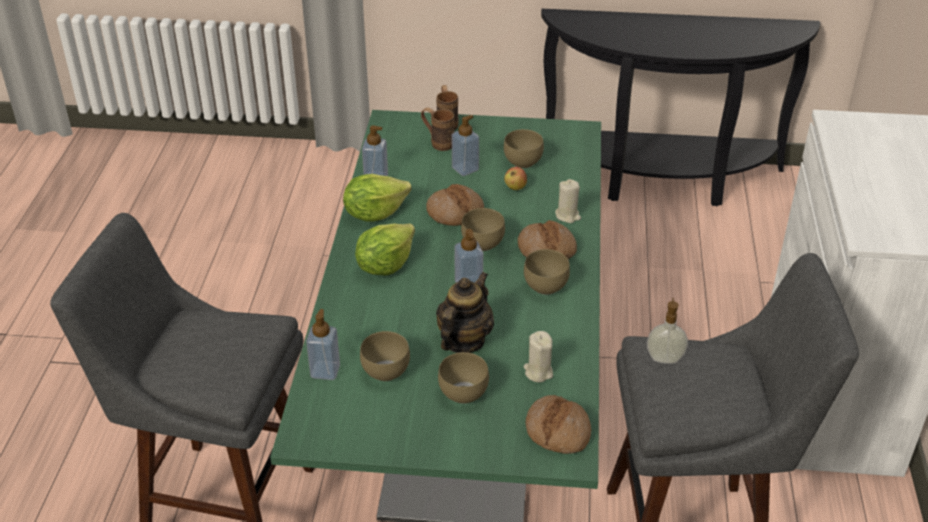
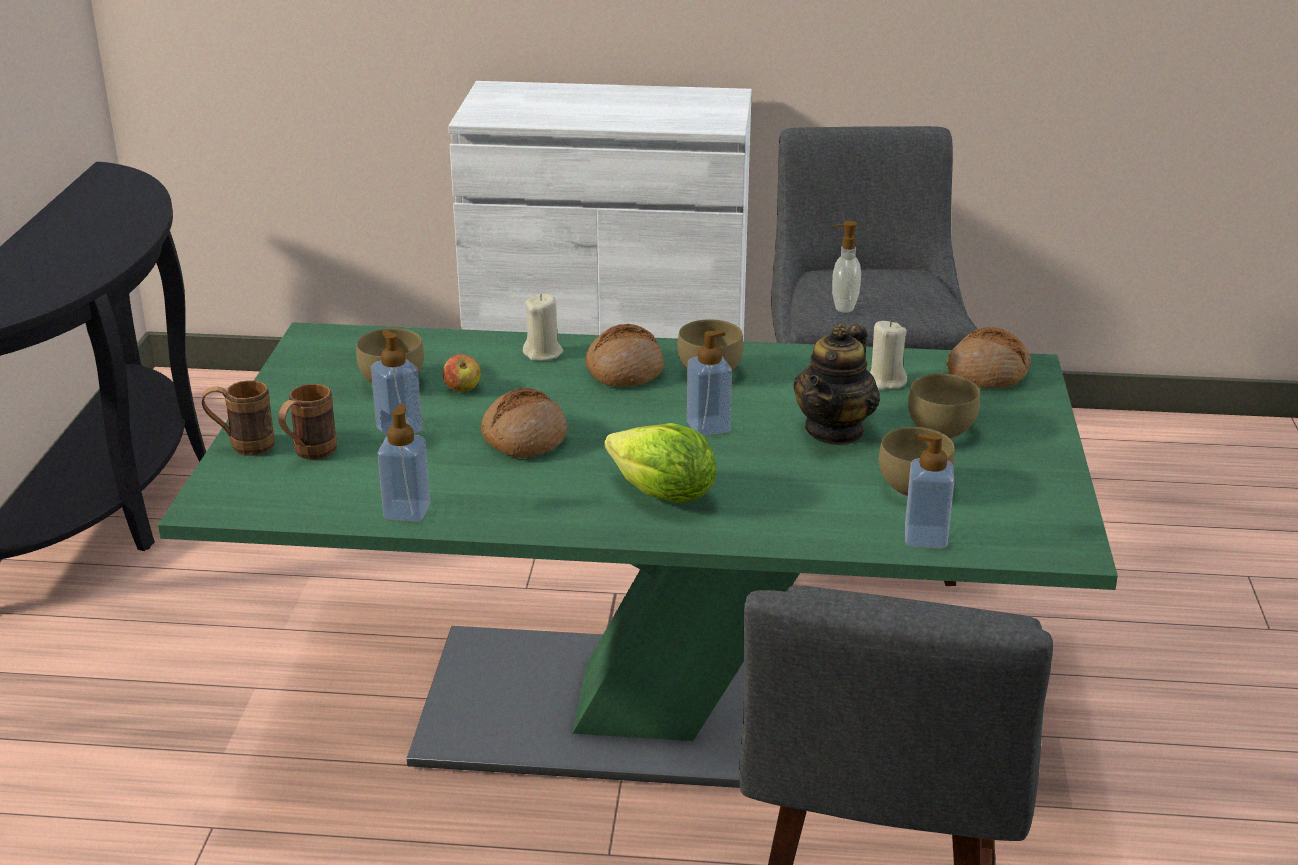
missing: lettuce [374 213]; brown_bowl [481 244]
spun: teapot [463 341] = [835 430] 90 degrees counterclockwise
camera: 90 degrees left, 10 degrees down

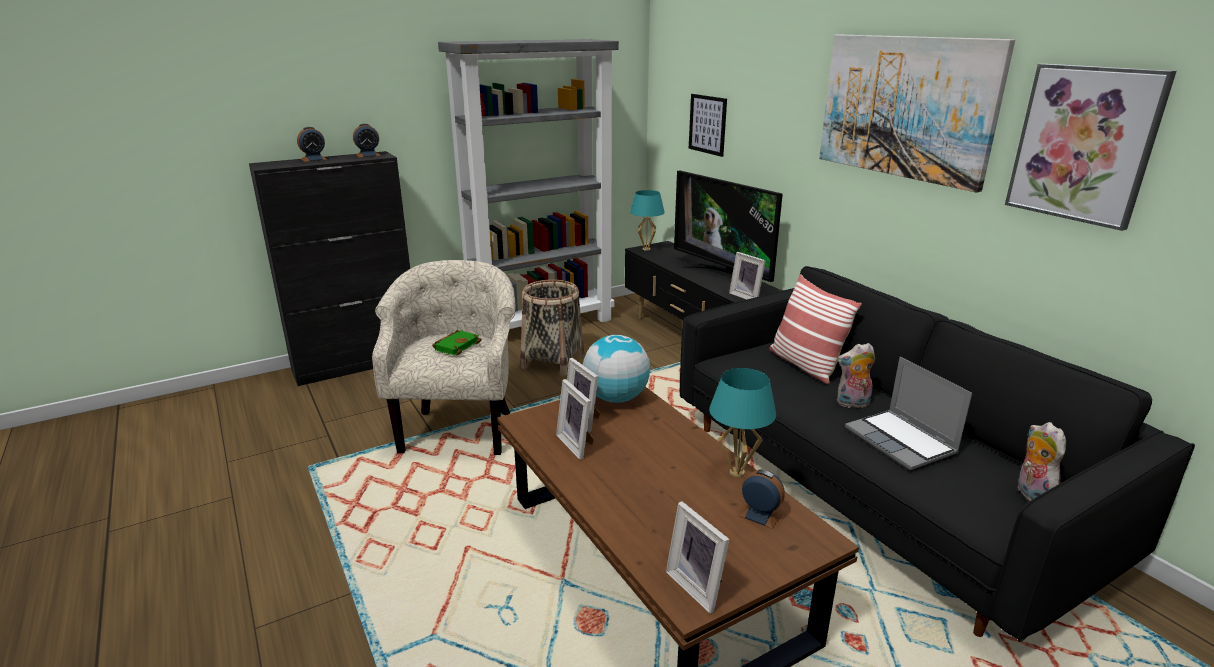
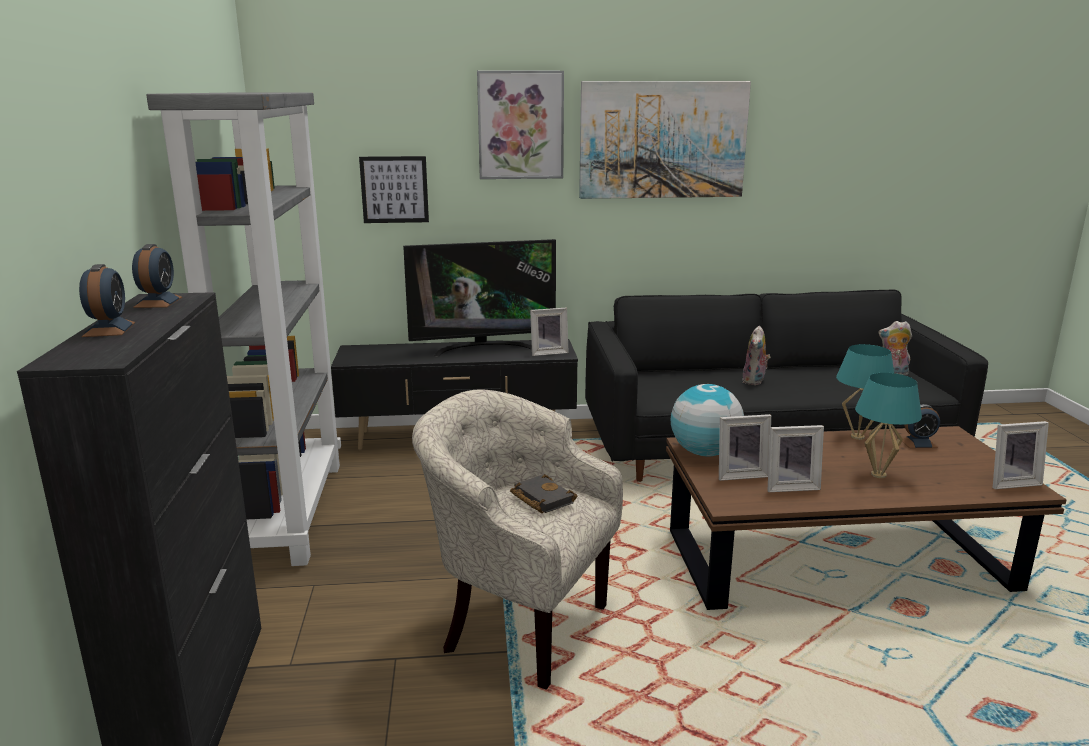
missing: basket [553 361]; pillow [805 365]; laptop [902 441]
relocated: picture [1084 144] to [520 125]; turquoise_table_lamp [646 249] to [878 475]
colour: green_book [456 345] to black_book [540 498]
spun: alarm_clock [760 514] = [918 443] 150 degrees counterclockwise
camera: 65 degrees left, 5 degrees down

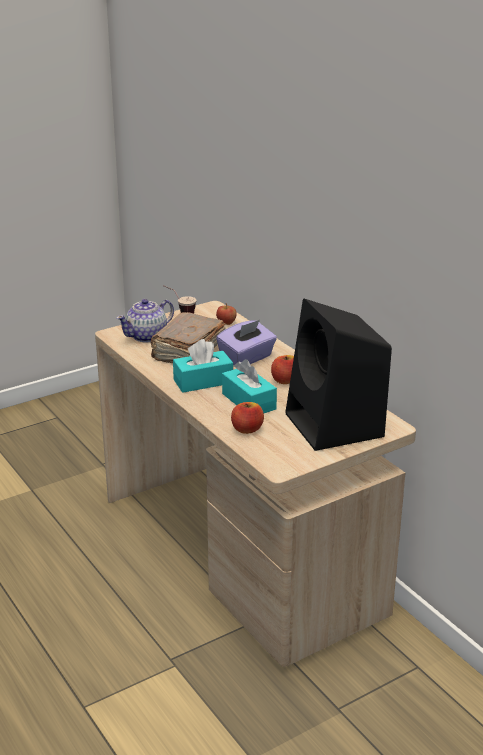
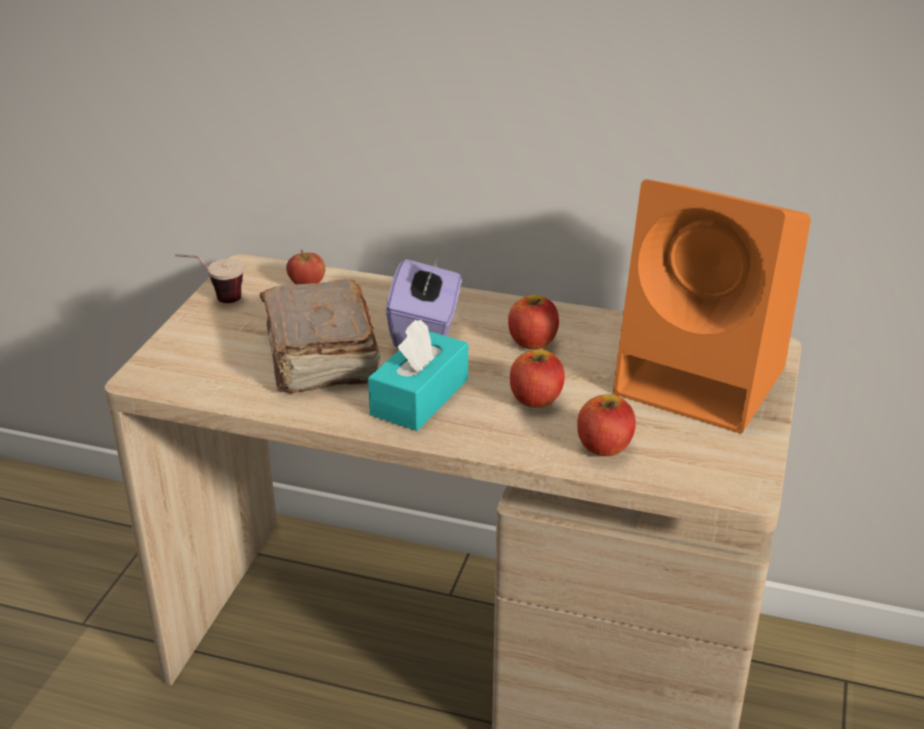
missing: teapot [147 336]
exchanged: turquoise_tissue_box [249 401] to apple [536 399]
colour: black_speaker [336 426] to orange_speaker [705 381]
camera: 40 degrees left, 5 degrees up

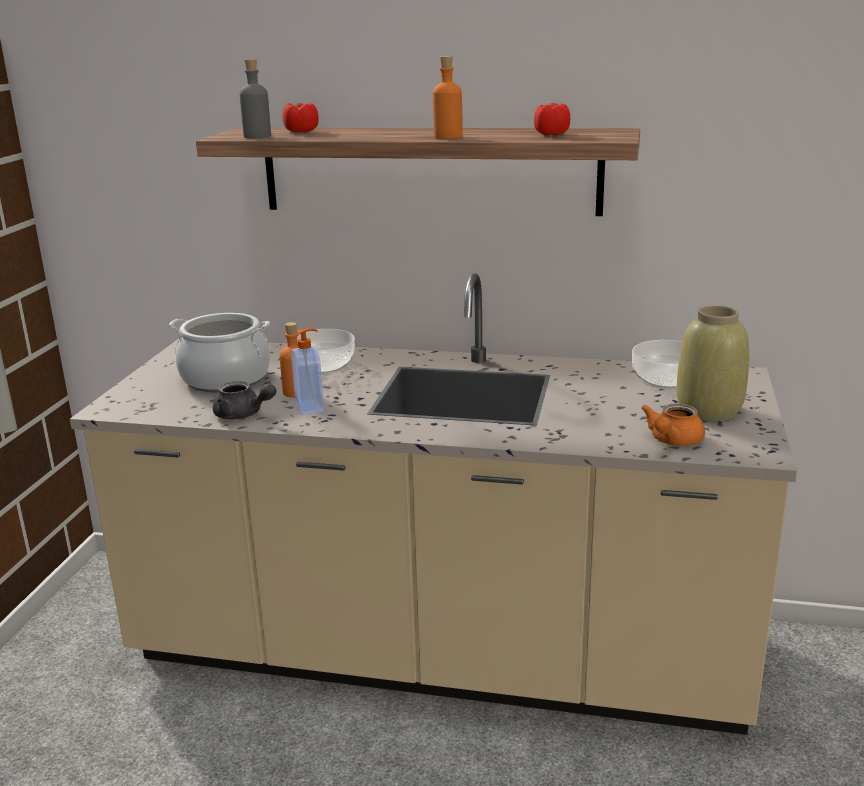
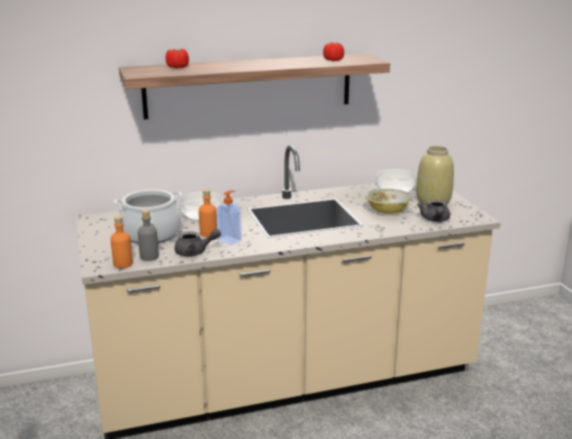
appeared: bowl [387 211]
relocated: orange_bottle [448 137] to [123 264]; grey_bottle [257 136] to [149 257]
colour: orange_teapot [672 441] to grey_teapot [435 220]
camera: 30 degrees left, 0 degrees up

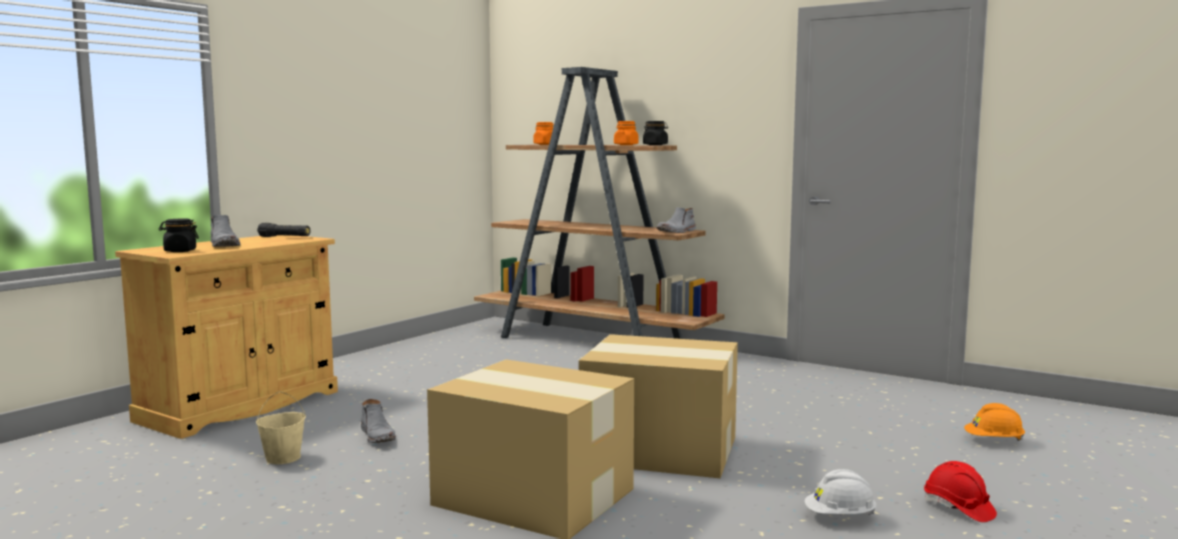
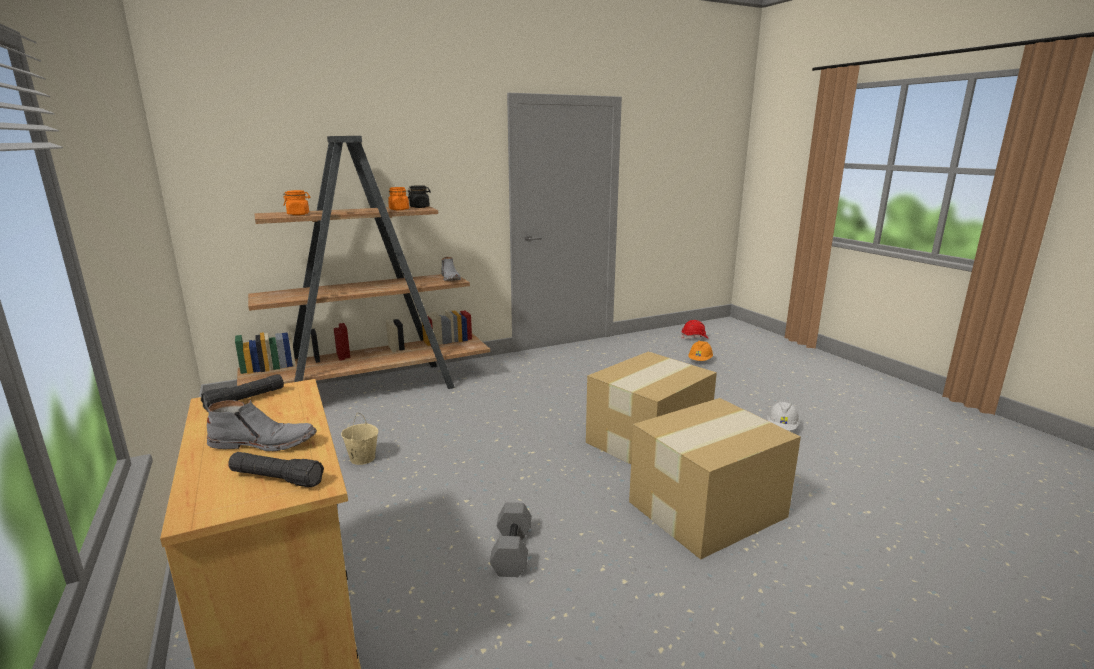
relocated: beige_bucket [283 458] to [362 458]; red_hard_hat [958 509] to [694 337]
exchanged: black_jar [180 251] to black_flashlight [276 479]; grey_boot [378 436] to grey_dumbbell [511 551]
camera: 60 degrees left, 10 degrees up

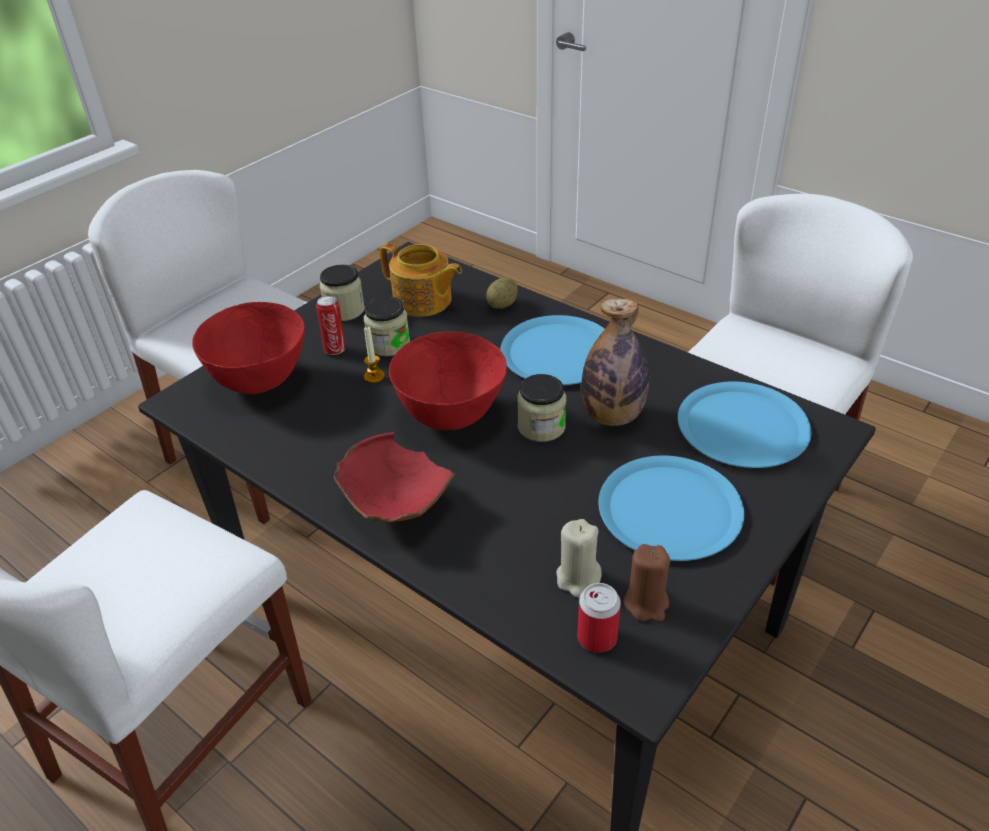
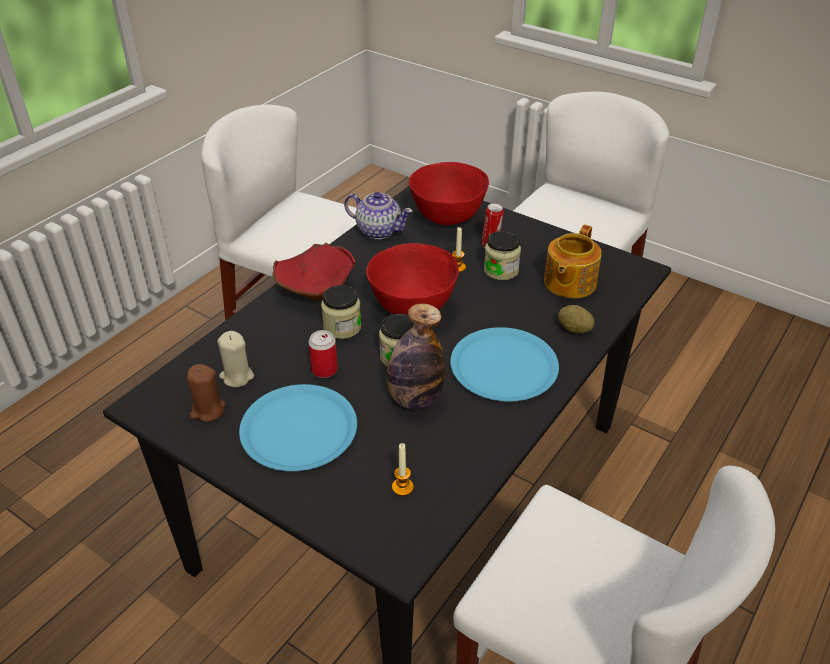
appeared: teapot [378 230]
relocated: can [597 637] to [324 370]; jar [344 310] to [342 327]
exchanged: blue_plate [742 426] to candle [402 487]
camera: 85 degrees right, 0 degrees up

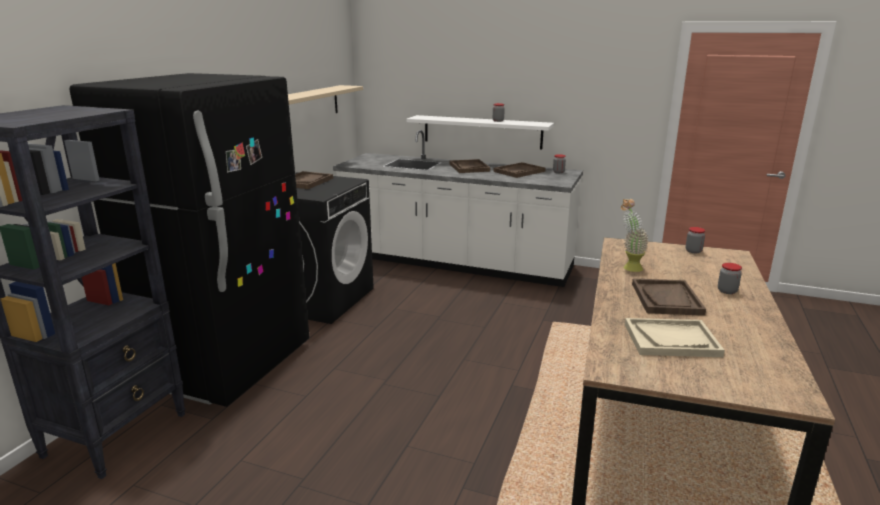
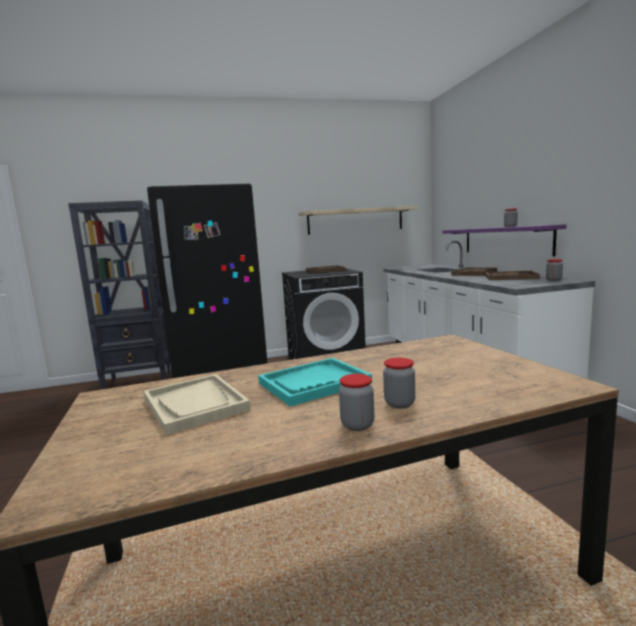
missing: potted_plant [628 267]
relocated: jar [693 251] to [357 425]
colour: brown_tray [666 299] to turquoise_tray [314 383]; white_shelf [482 132] to purple_shelf [505 240]
camera: 55 degrees right, 10 degrees down

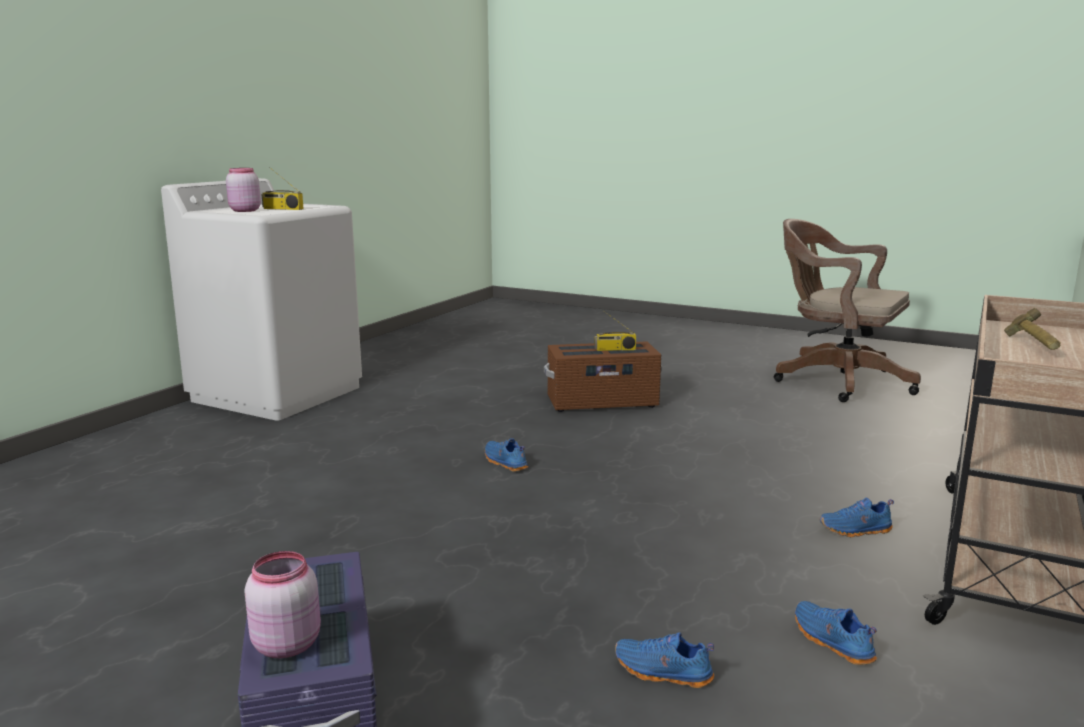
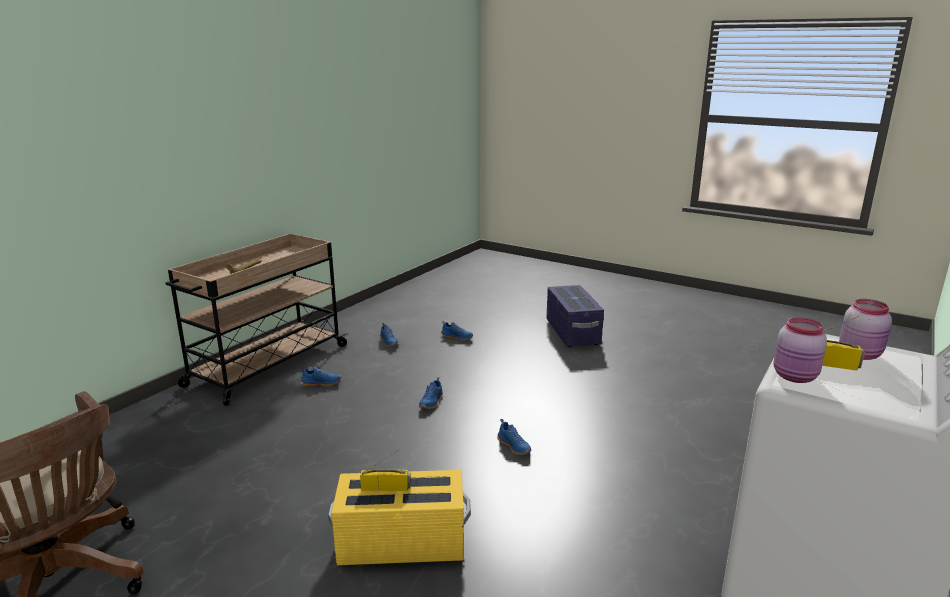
appeared: blue_shoe [432 402]
relocated: pink_jar [286 644] to [796 377]
colour: brown_storage_box [602 402] to yellow_storage_box [401 543]
camera: 175 degrees left, 5 degrees up

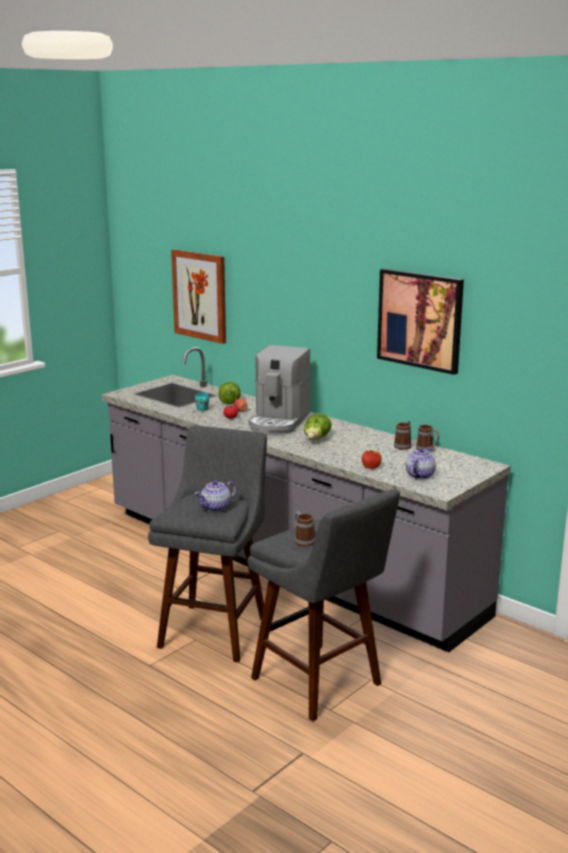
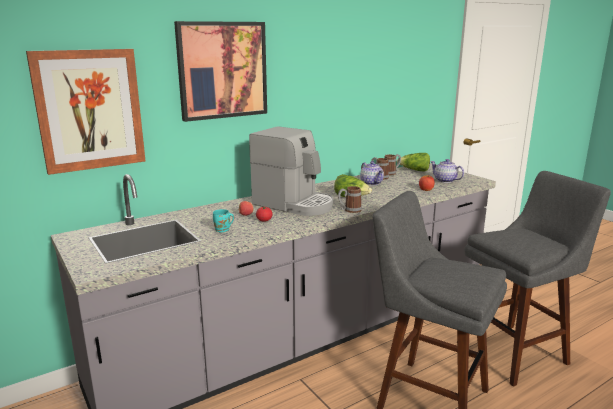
relocated: picture [420 320] to [222 70]; mug [302 540] to [349 210]; teapot [216 507] to [371 183]; lettuce [229 401] to [414 170]
camera: 75 degrees left, 0 degrees up

